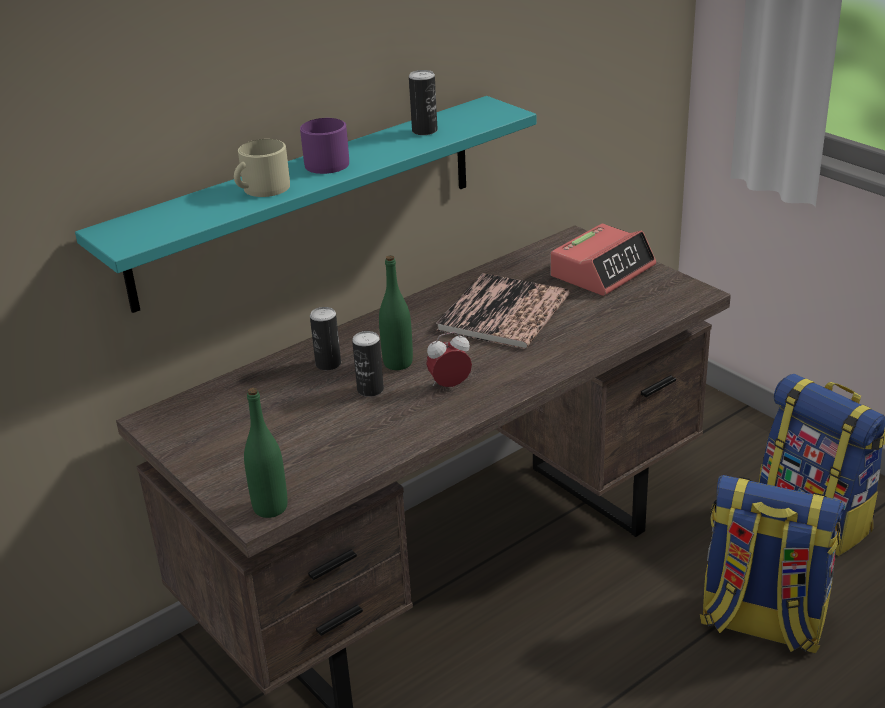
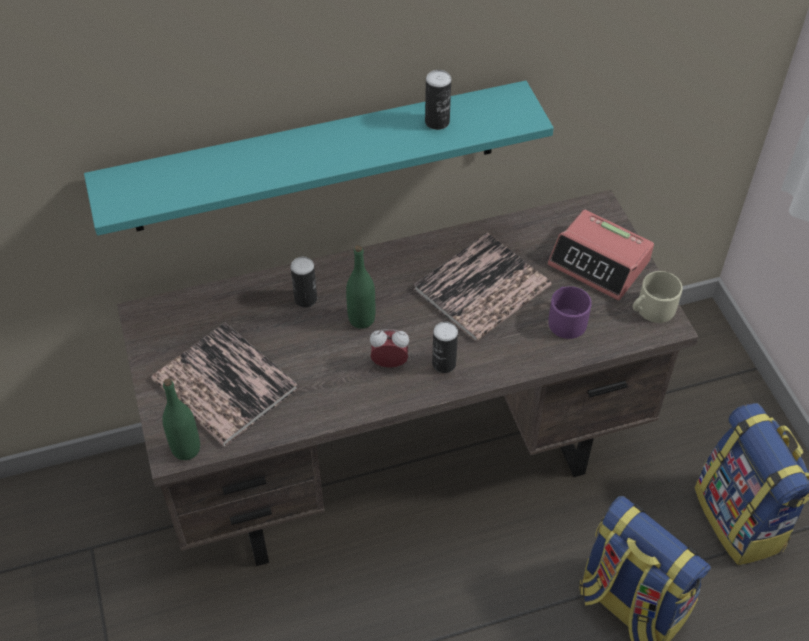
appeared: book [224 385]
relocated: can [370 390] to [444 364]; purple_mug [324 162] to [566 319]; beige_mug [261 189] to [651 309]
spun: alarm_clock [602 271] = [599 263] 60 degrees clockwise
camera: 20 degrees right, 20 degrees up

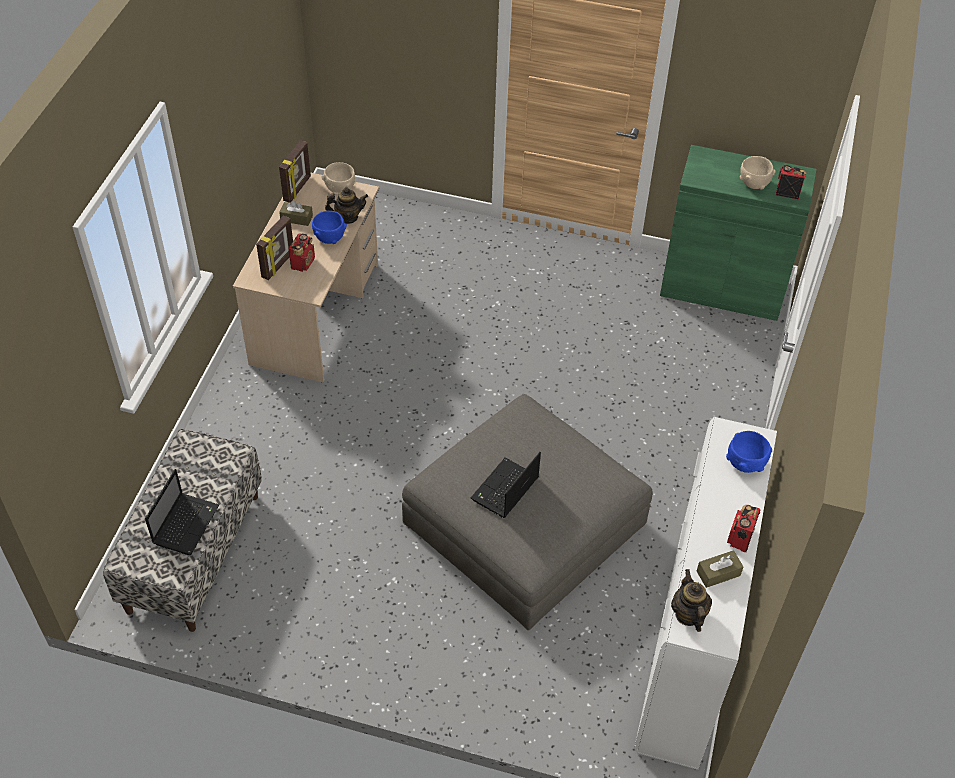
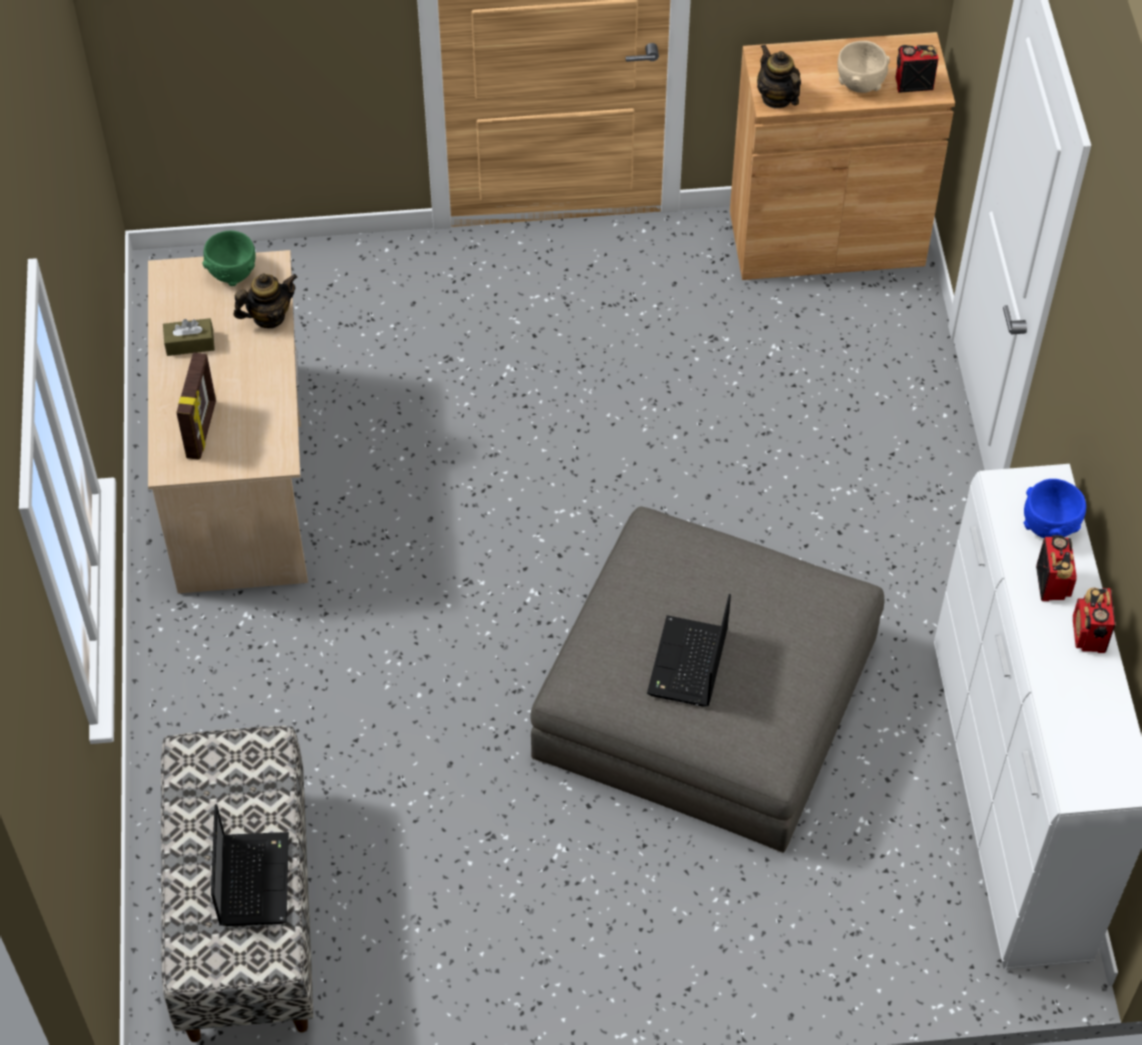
missing: picture_frame [298 189]; blue_bowl [329 238]; brown_tissue_box [718 573]
relocated: teapot [688 614] to [777 98]; radio [303 263] to [1052 582]
colour: beige_bowl [340 189] to green_bowl [232 273]; green_cabinet [722 288] to brown_cabinet [826 238]
camera: 20 degrees left, 5 degrees up

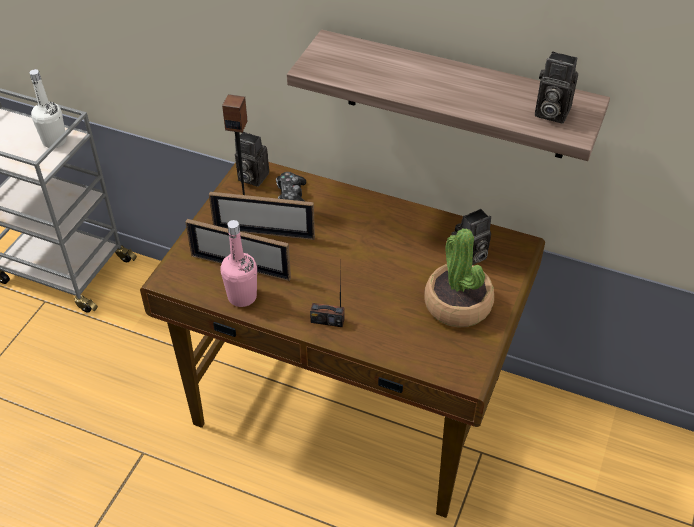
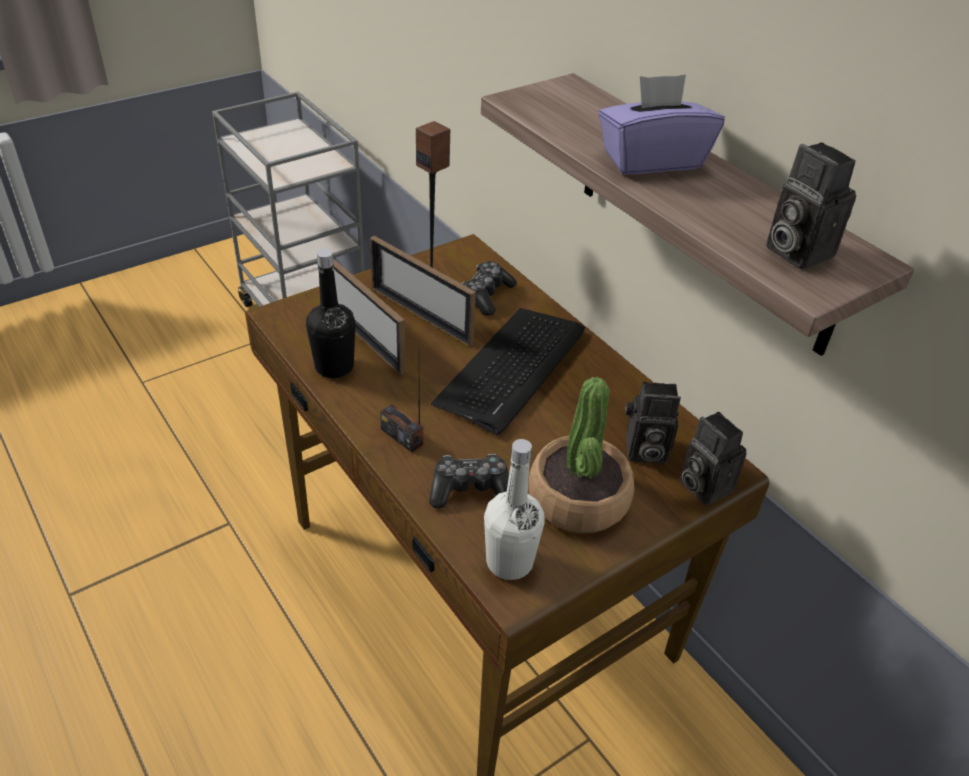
appeared: game_controller [470 490]; keyboard [512 369]; purple_tissue_box [651 160]
relocated: white_bottle [54 141] to [509 562]; photo_camera [251 177] to [701 485]
colour: pink_bottle [242 297] to black_bottle [334 366]
camera: 30 degrees right, 5 degrees down

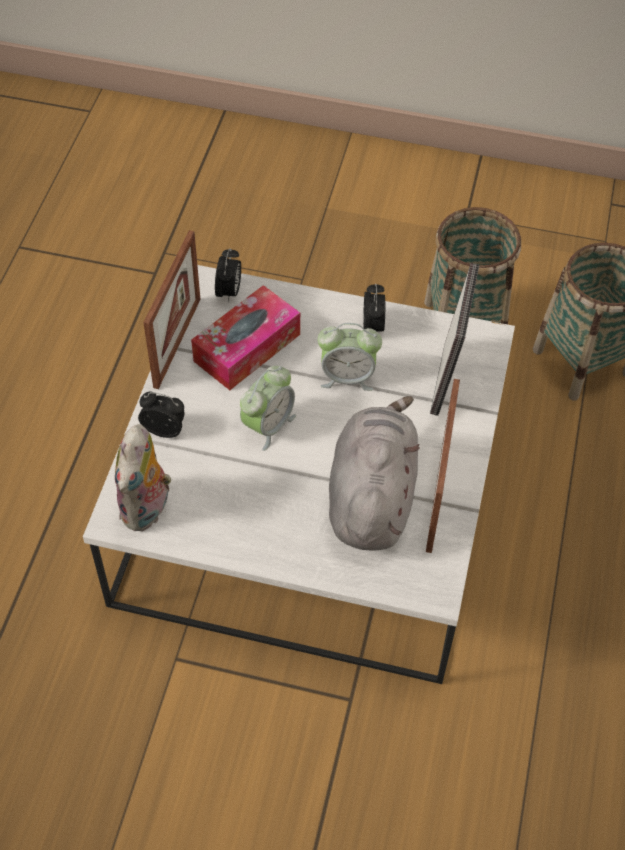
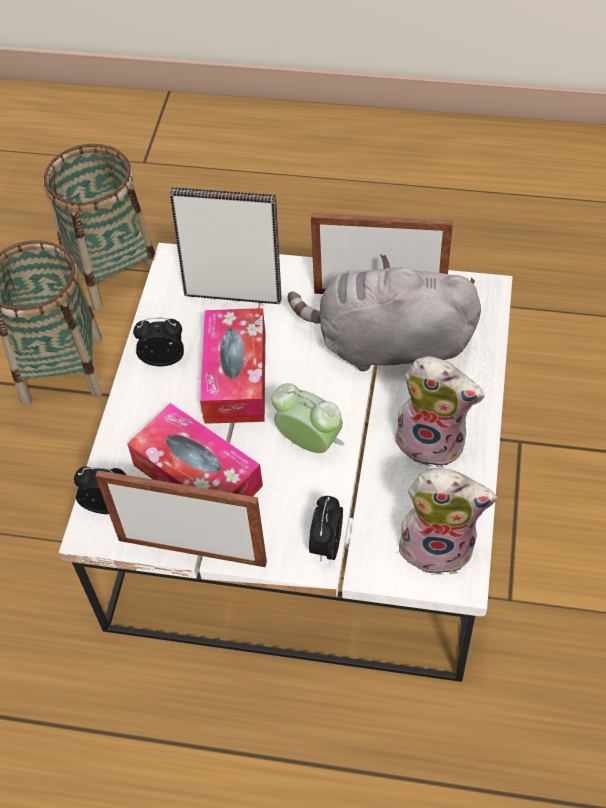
appeared: plush_toy [433 441]
exchanged: alarm_clock [347 377] to tissue_box [235 376]
camera: 90 degrees left, 0 degrees up

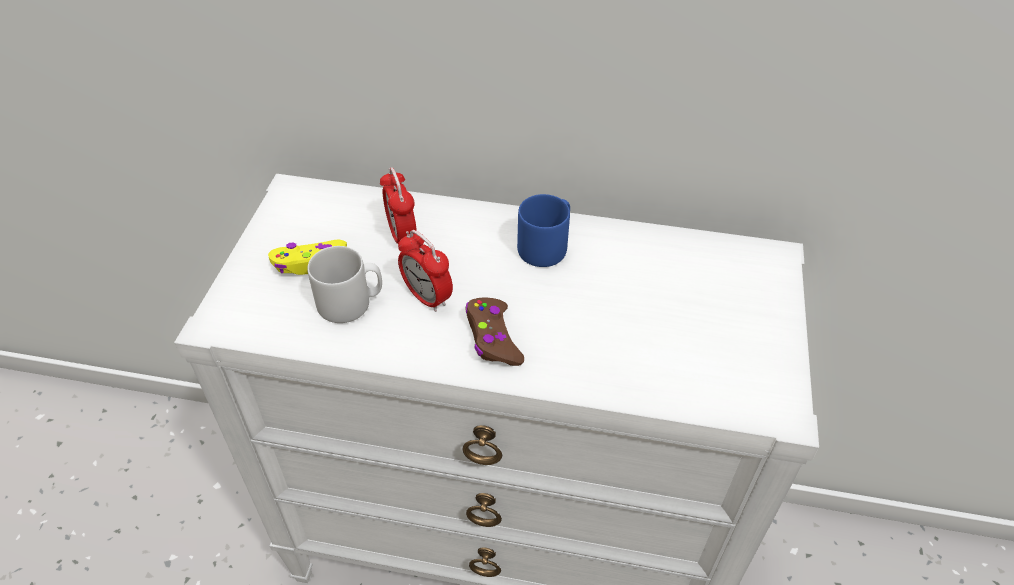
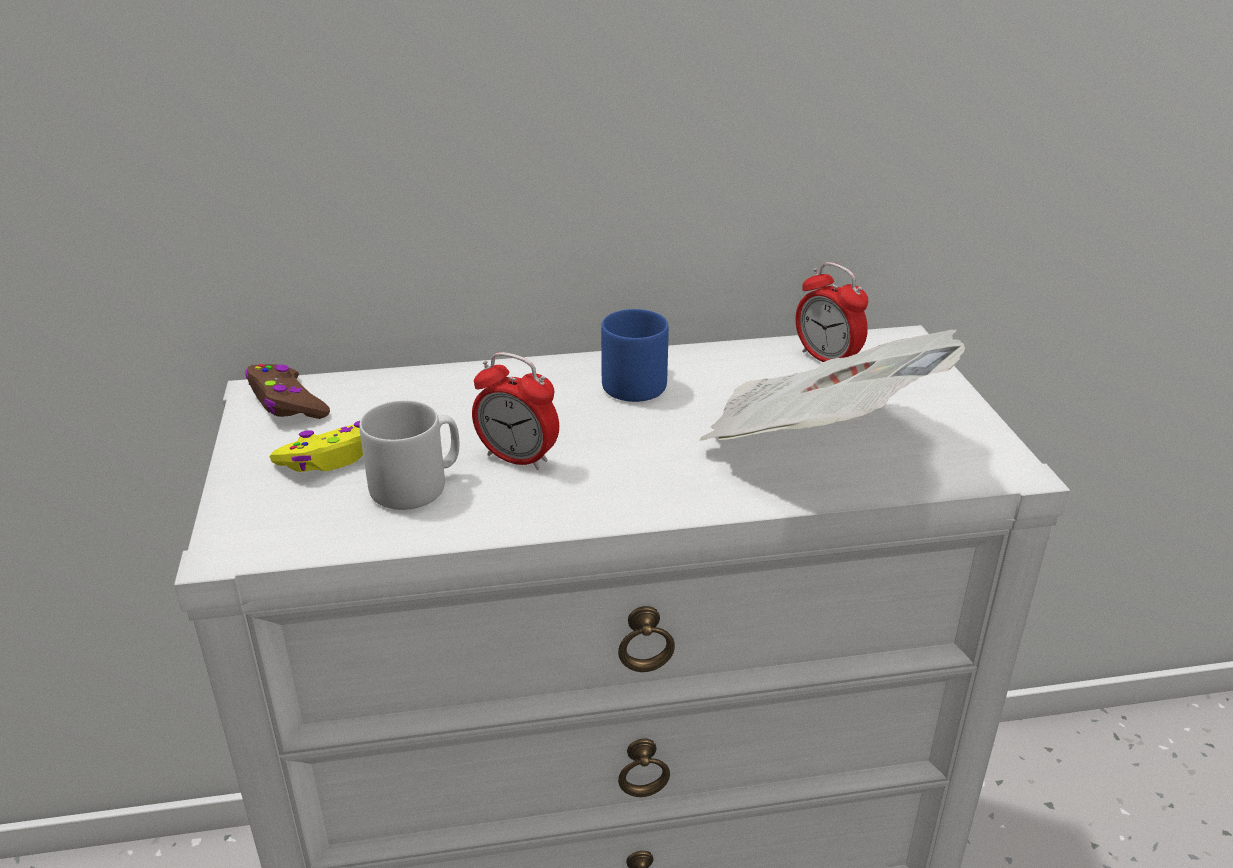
appeared: newspaper [816 442]
relocated: brown_game_controller [493 338] to [287 403]; alarm_clock [402 235] to [827 359]
camera: 20 degrees left, 15 degrees down

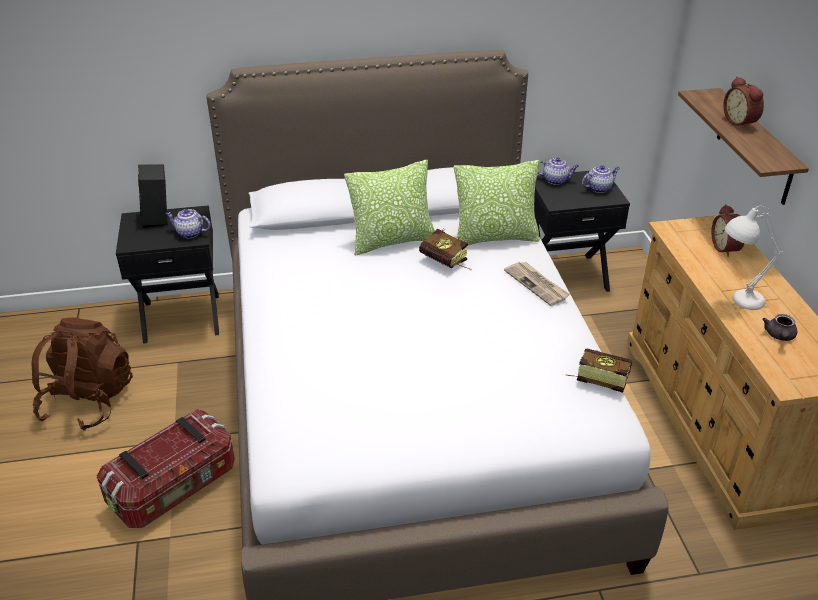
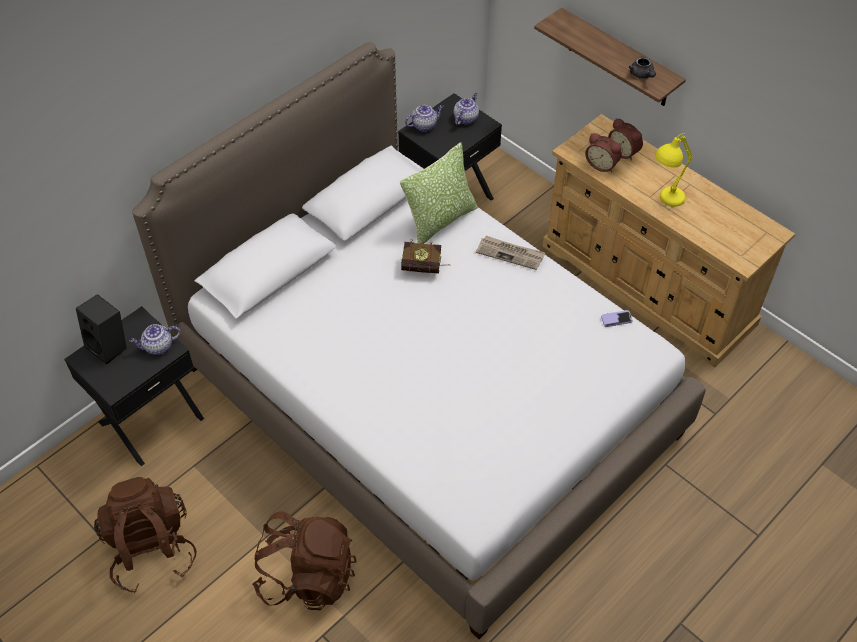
missing: pillow [392 241]
relocated: alarm_clock [741 122] to [602 164]; grey_teapot [779 336] to [642 75]
exchanged: storage_box [175 488] to brown_backpack [307 575]; book [596 378] to phone [616 319]
colour: white_table_lamp [735 300] to yellow_table_lamp [664 201]
camera: 35 degrees left, 15 degrees up

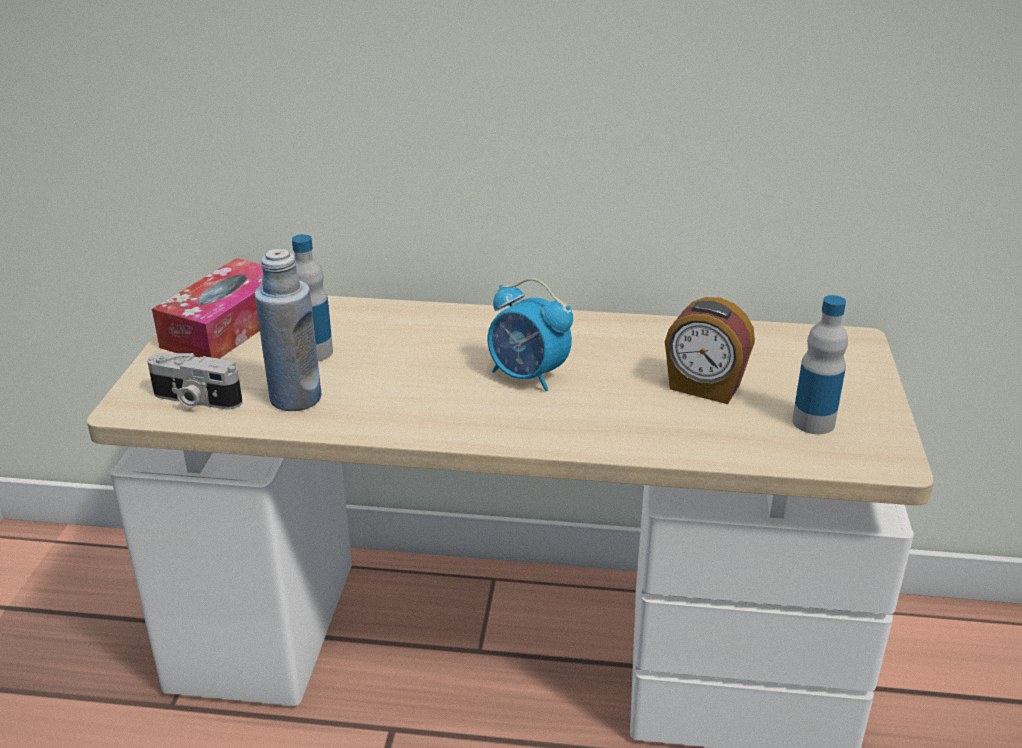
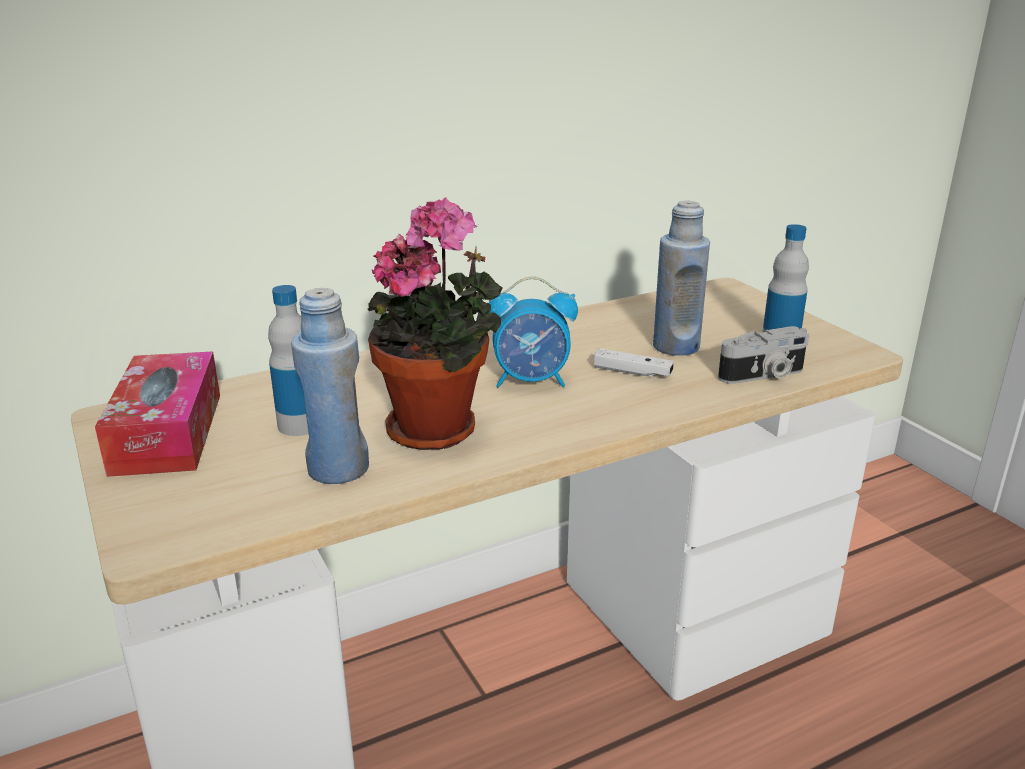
appeared: potted_plant [440 428]; white_game_controller [632 372]
relocated: photo_camera [195 400] to [763 375]
exchanged: alarm_clock [704 388] to blue_bottle [676 347]
camera: 35 degrees left, 5 degrees down

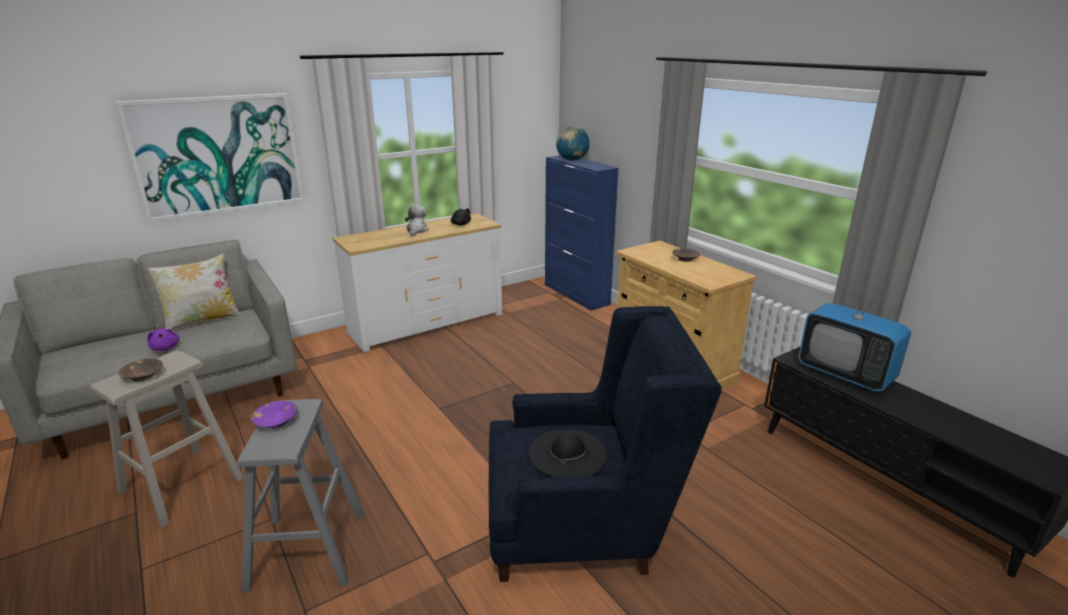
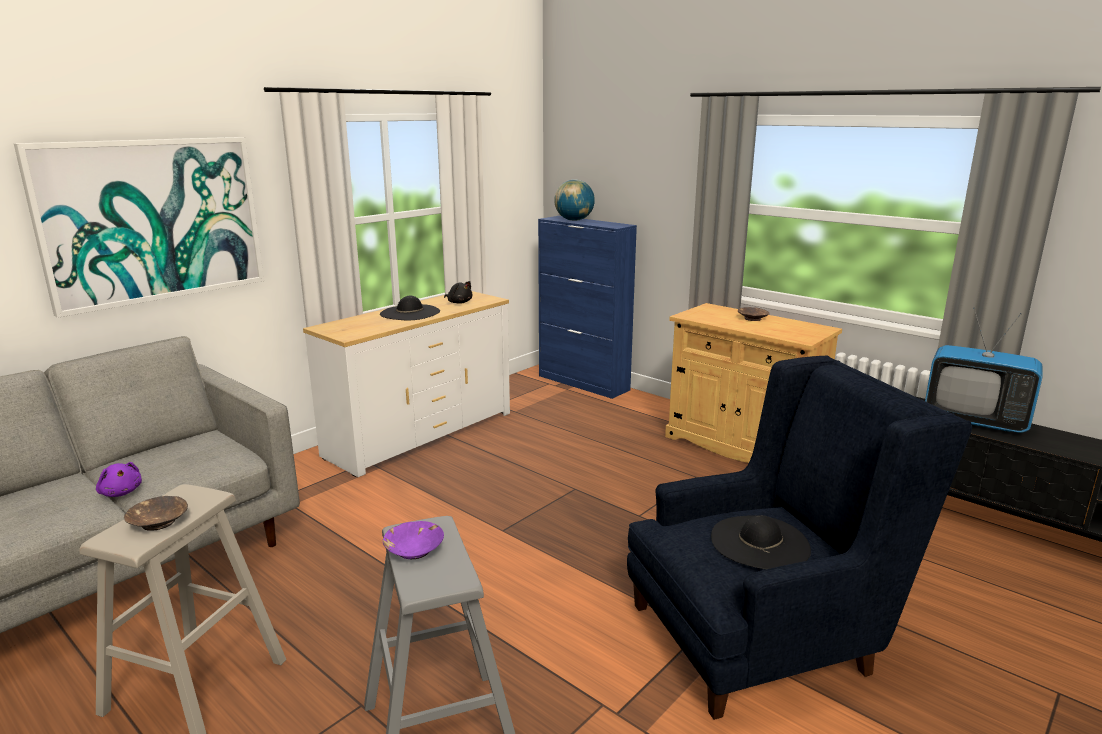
missing: pillow [202 321]
exchanged: plush_toy [417 230] to black_hat [410 313]
camera: 15 degrees left, 5 degrees down

